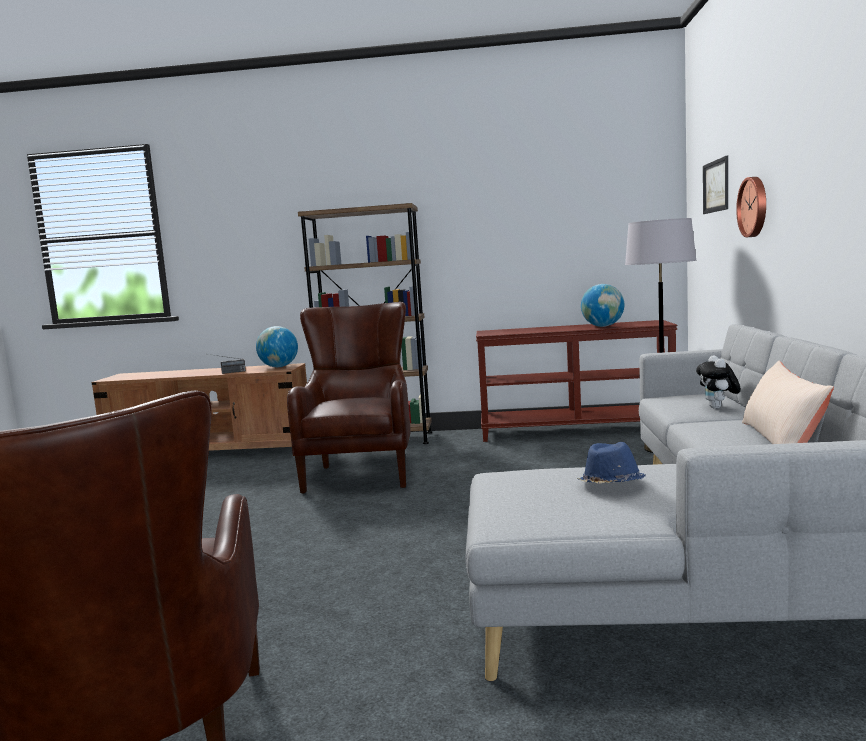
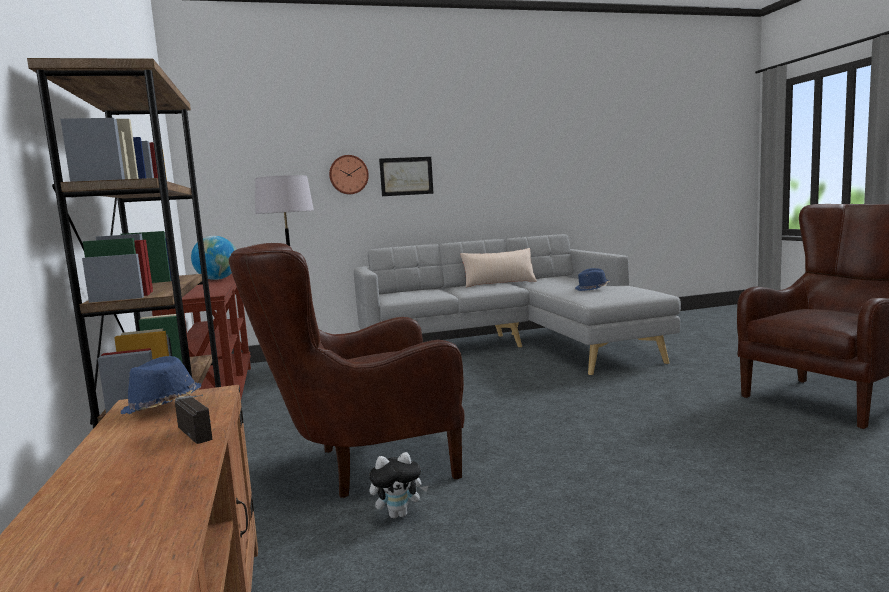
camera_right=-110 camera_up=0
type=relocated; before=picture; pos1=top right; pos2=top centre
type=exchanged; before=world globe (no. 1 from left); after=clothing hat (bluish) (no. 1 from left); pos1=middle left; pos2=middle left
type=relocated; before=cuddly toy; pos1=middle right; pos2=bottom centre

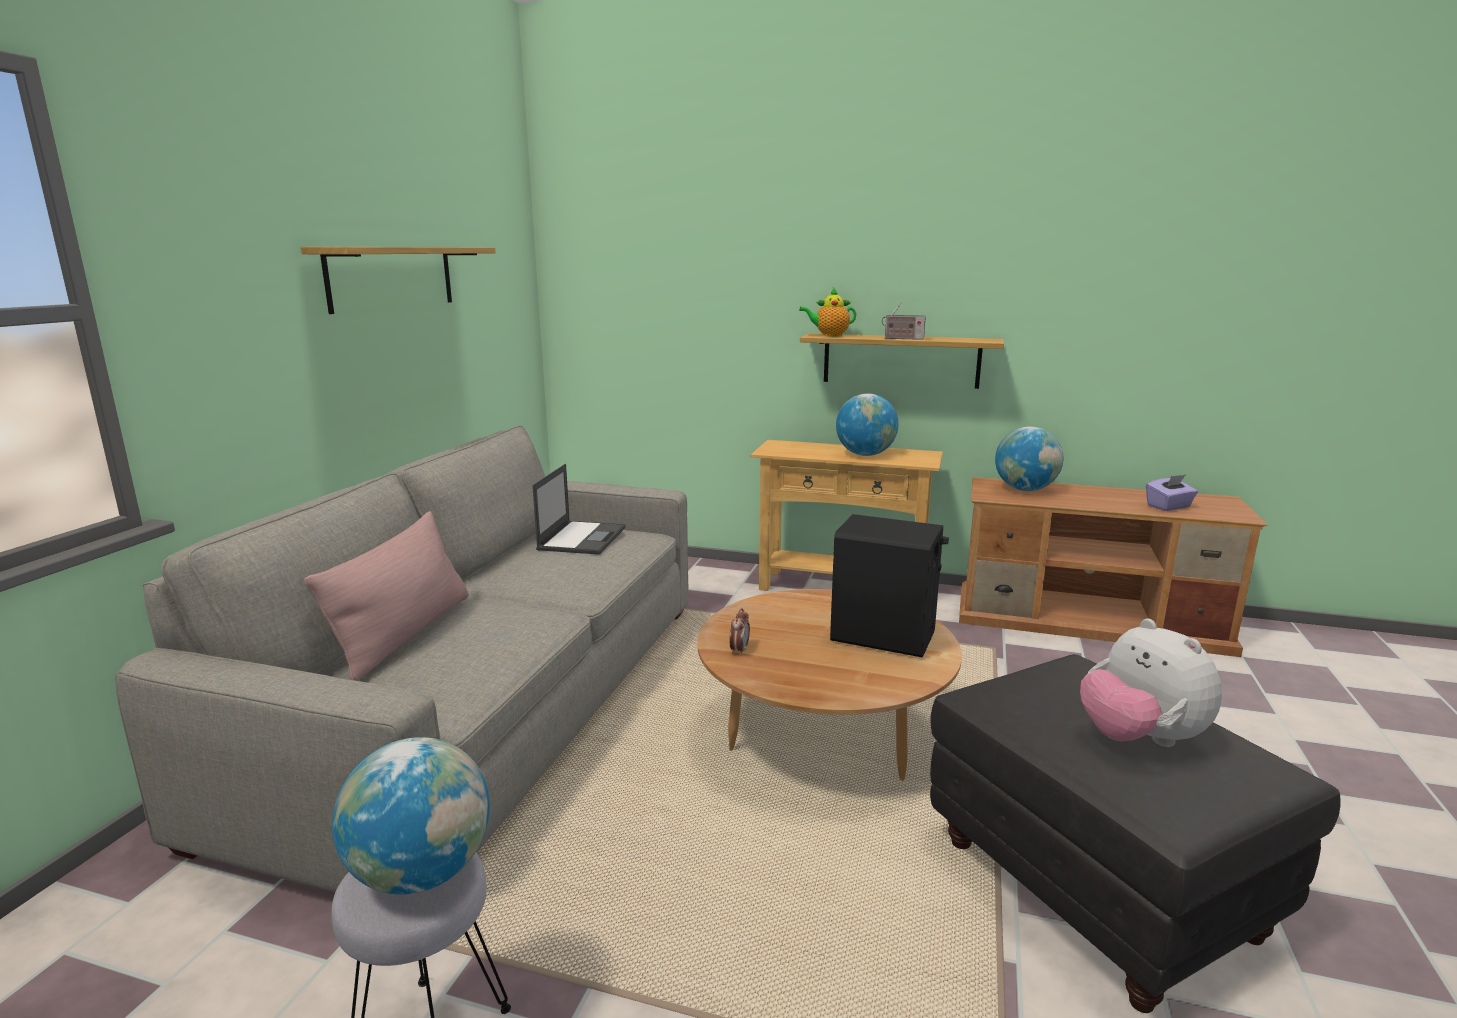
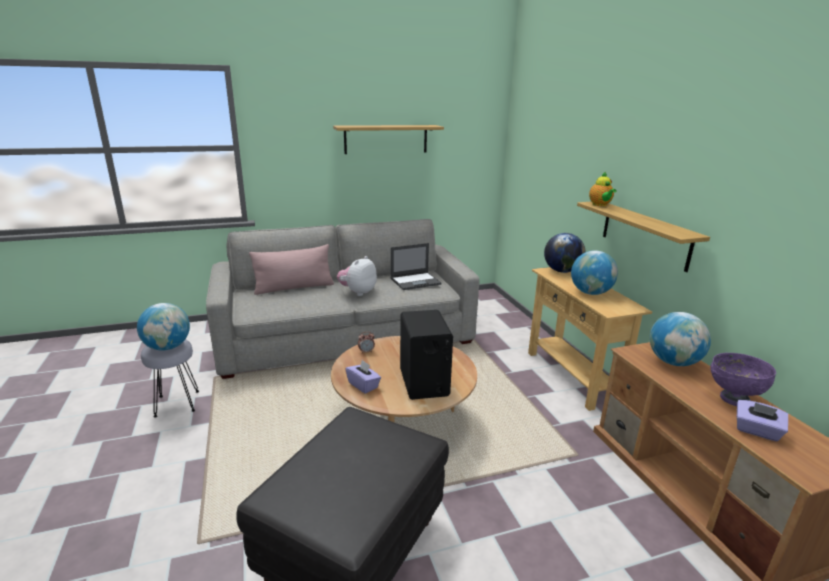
camera_right=55 camera_up=5
type=spun; before=teapot; pos1=top centre; pos2=top right; turn=-150
type=missing; before=radio; pos1=top centre
type=relocated; before=cuddly toy; pos1=bottom right; pos2=centre
type=appeared; after=world globe (no. 2 from left); pos2=middle right
type=appeared; after=serving bowl (purplish); pos2=middle right
type=appeared; after=tissue box (purplish) (no. 1 from left); pos2=centre

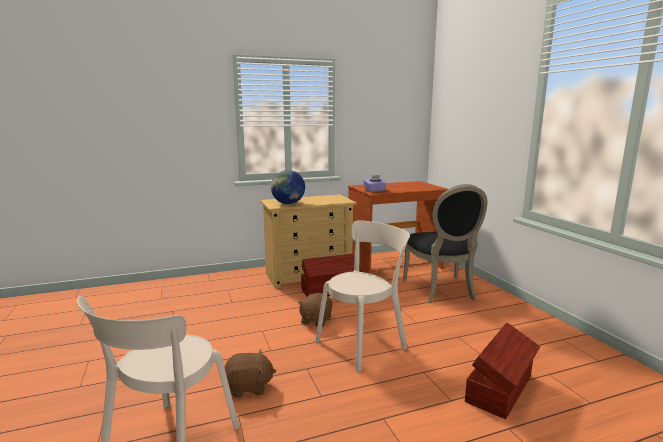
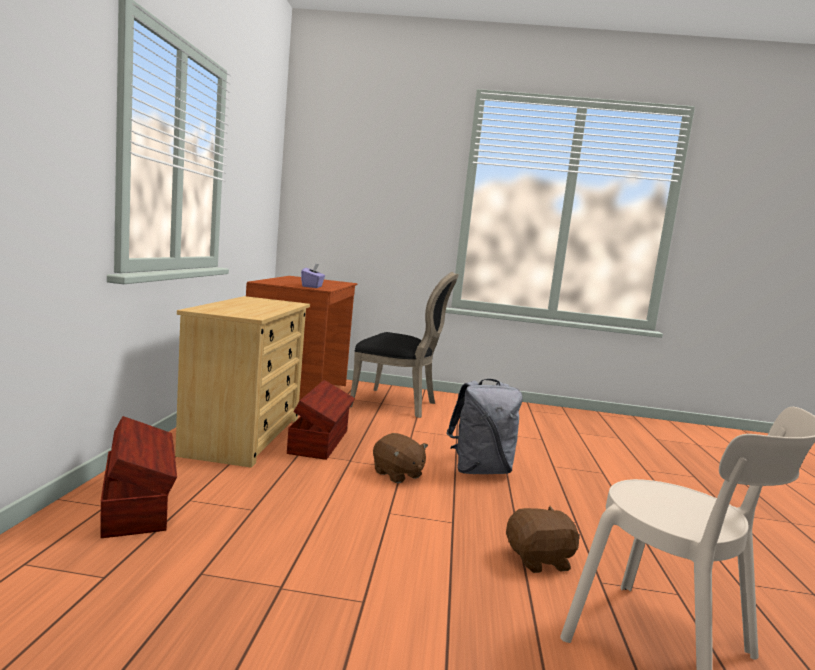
camera_right=-65 camera_up=-5
type=missing; before=world globe; pos1=centre
type=exchanged; before=plain chair (beige-coloured) (no. 2 from left); after=rucksack (gray); pos1=bottom centre; pos2=centre
type=relocated; before=storage container (brown) (no. 2 from left in the first image); after=storage container (brown) (no. 1 from left); pos1=bottom right; pos2=bottom left
type=spun; before=cuddly toy (brown) (no. 1 from left in the first image); pos1=bottom centre; pos2=bottom centre; turn=60

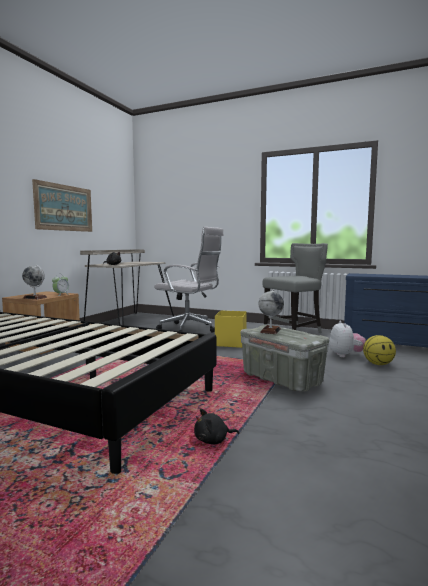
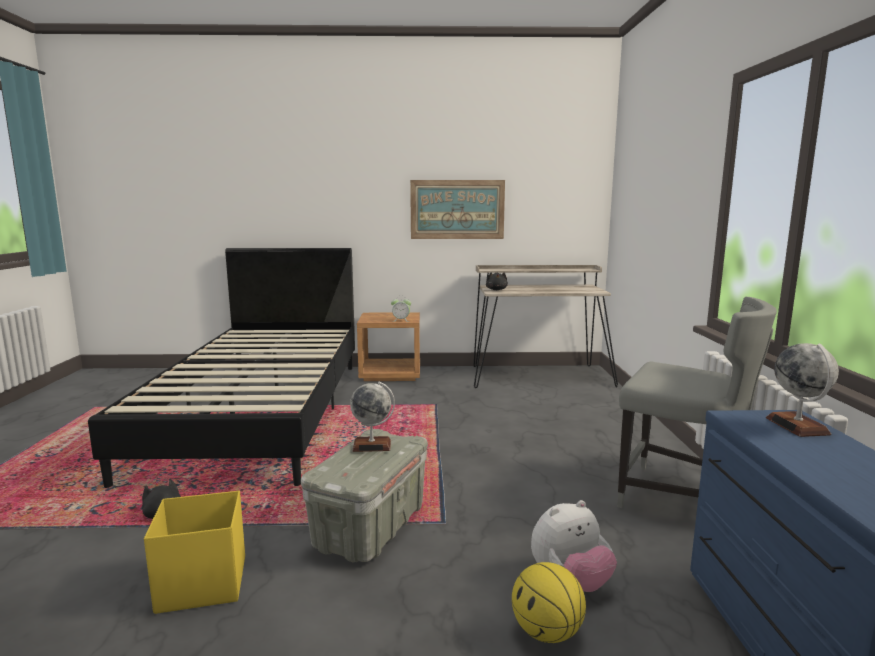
camera_right=65 camera_up=5
type=missing; before=computer chair (white); pos1=centre
type=relocated; before=world globe (no. 1 from left in the first image); after=world globe (no. 2 from left); pos1=middle left; pos2=middle right
type=relocated; before=storage container (yellow-coloured); pos1=centre; pos2=bottom left

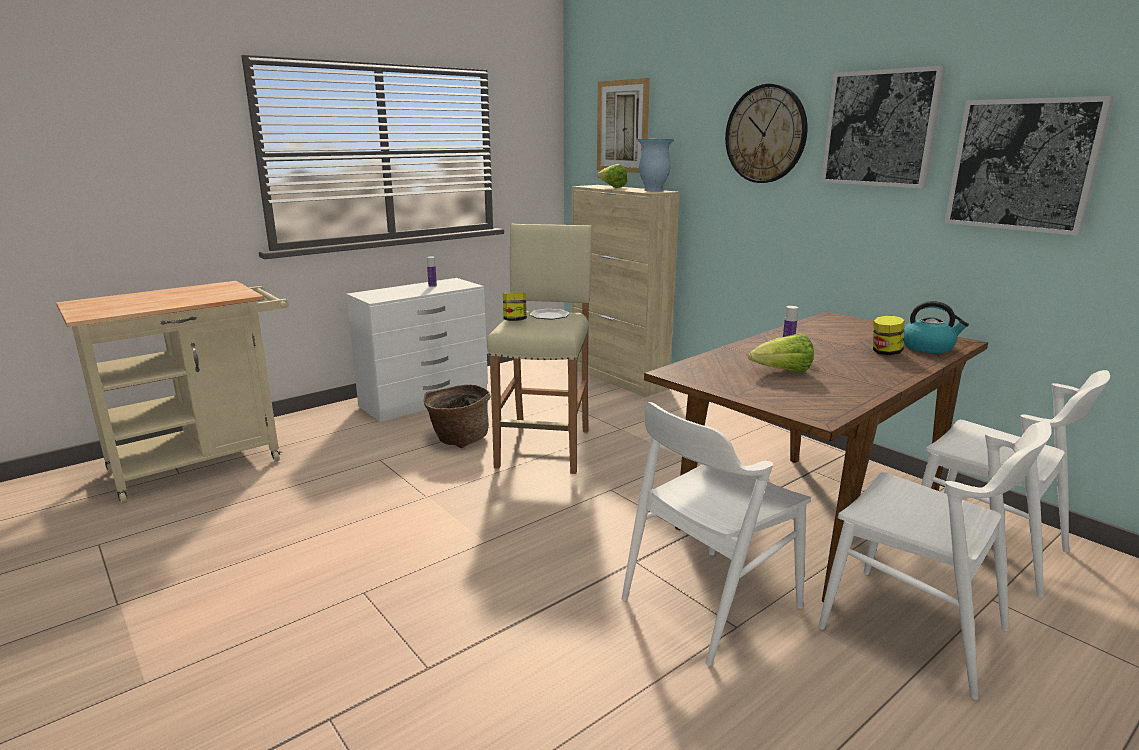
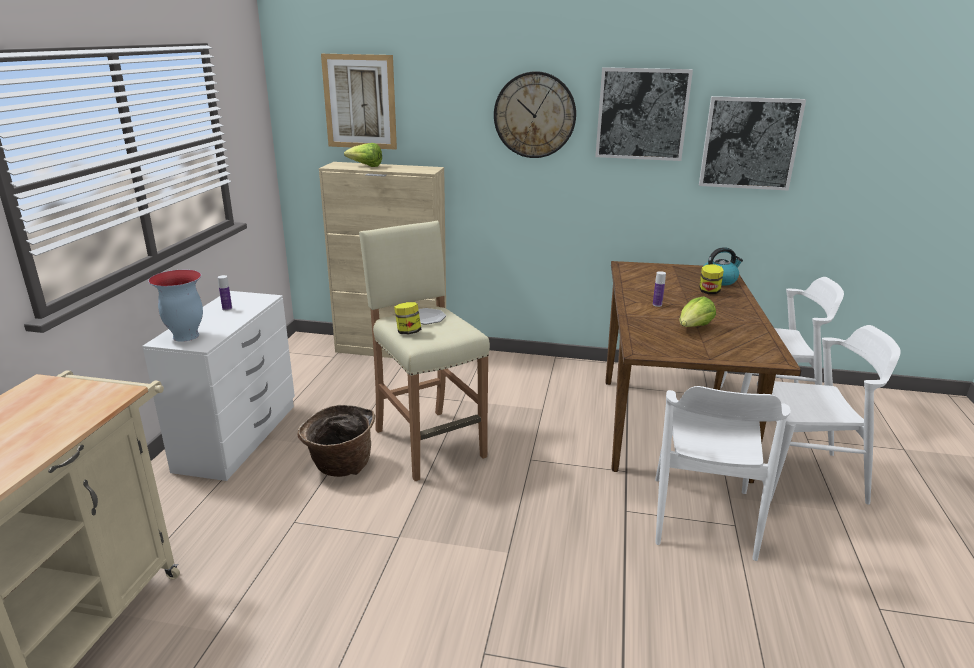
camera_right=-40 camera_up=5
type=relocated; before=decorative vase; pos1=top centre; pos2=middle left

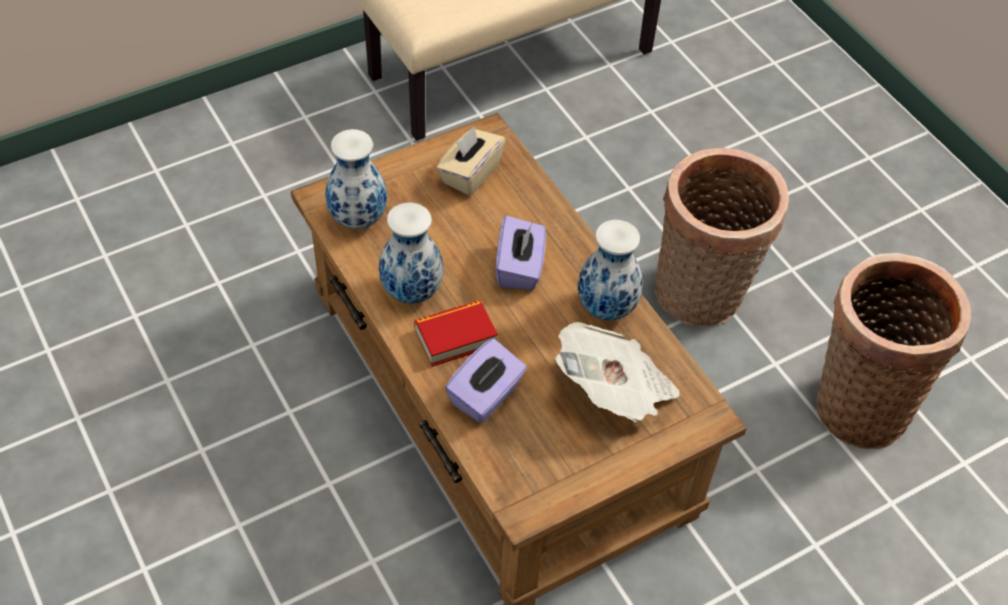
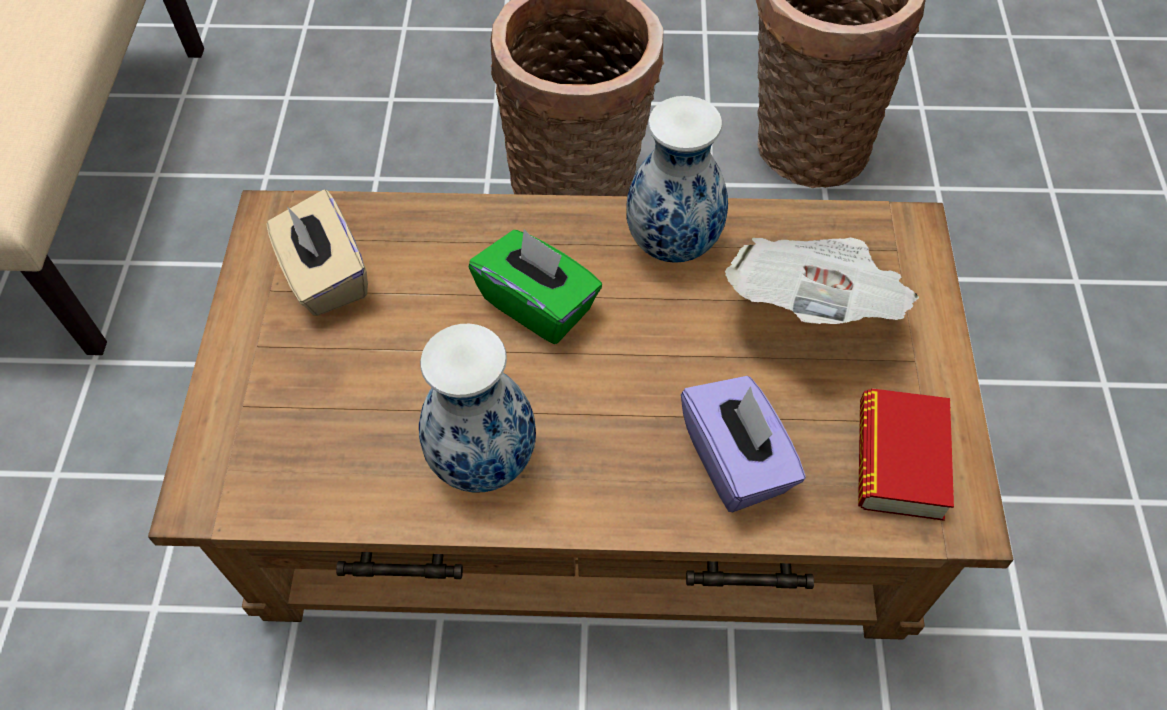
camera_right=-55 camera_up=5
type=missing; before=decorative vase (no. 1 from left); pos1=top centre
type=colour; before=tissue box (purplish) (no. 2 from left); after=tissue box (greenish); pos1=centre; pos2=centre
type=relocated; before=book; pos1=centre; pos2=middle right

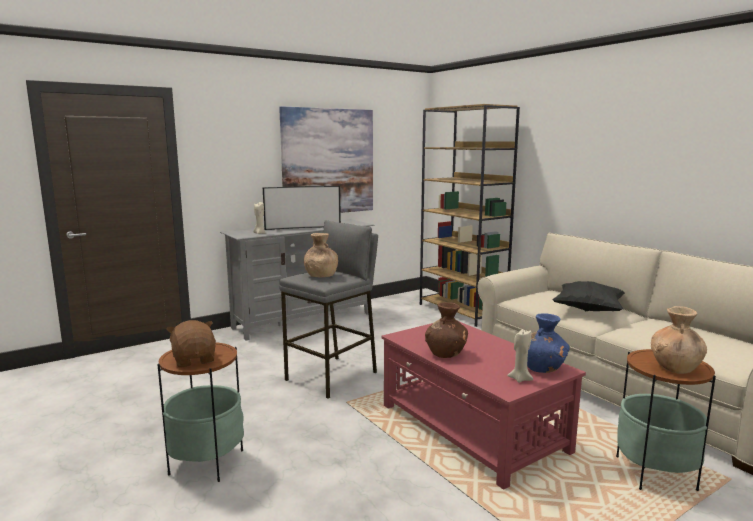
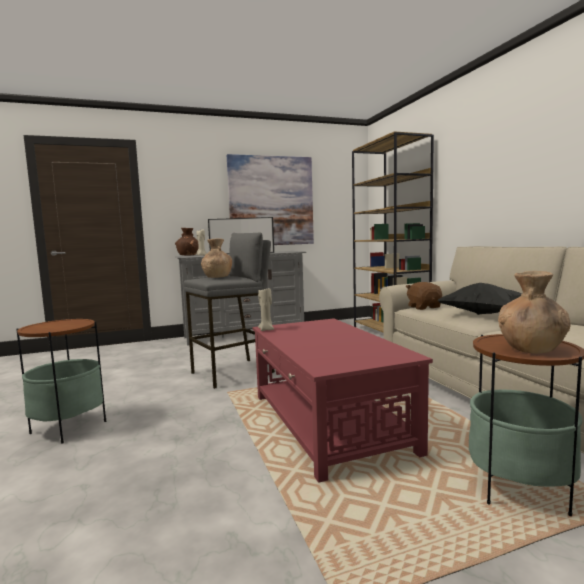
camera_right=15 camera_up=-5
type=relocated; before=decorative vase (brown) (no. 2 from left in the first image); after=decorative vase (brown) (no. 1 from left); pos1=centre; pos2=middle left
type=missing; before=decorative vase (bluish); pos1=middle right
type=relocated; before=cuddly toy (brown); pos1=middle left; pos2=middle right
type=relocated; before=candle (beige-coloured) (no. 2 from left); pos1=bottom right; pos2=centre

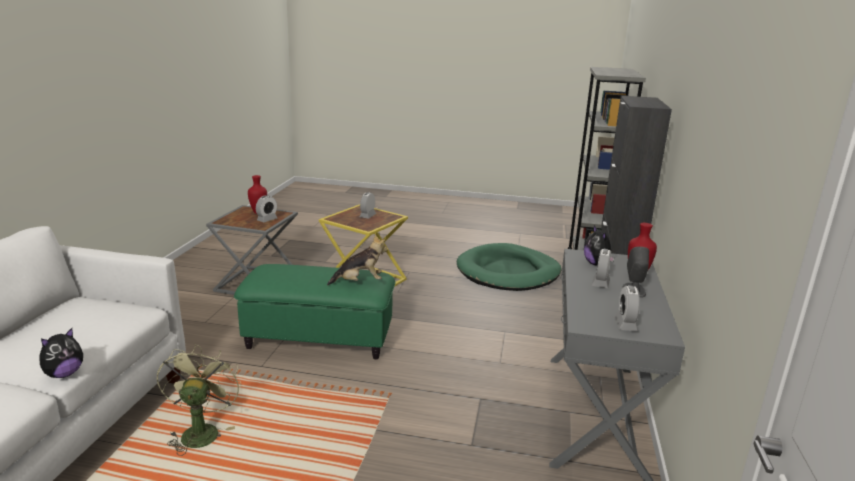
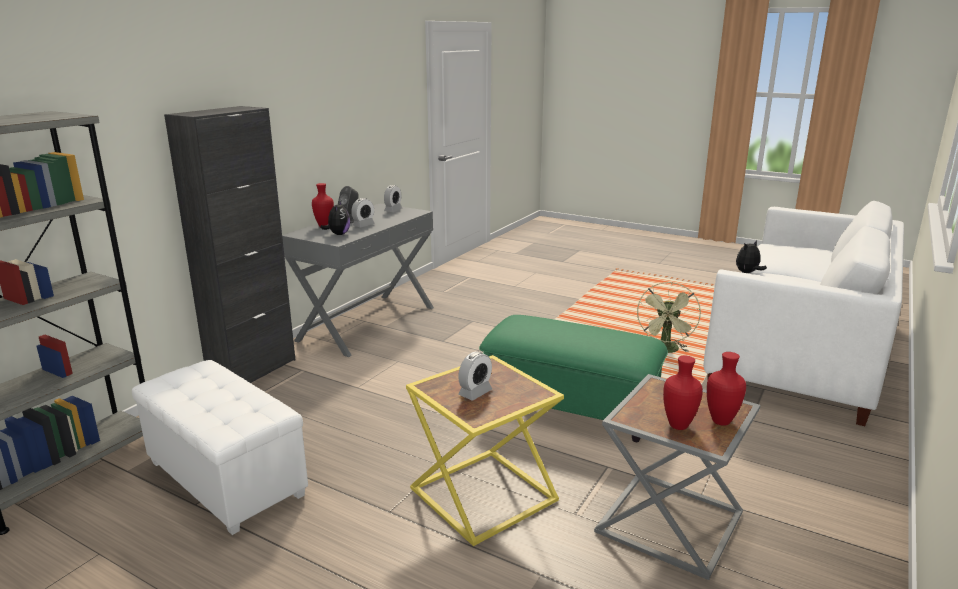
camera_right=-160 camera_up=0
type=missing; before=table clock (no. 1 from left); pos1=middle left
type=missing; before=cuddly toy (no. 2 from left); pos1=centre
type=exchanged; before=dog cushion (greenish); after=pouffe (white); pos1=centre; pos2=bottom left
type=appeared; after=decorative vase (red) (no. 3 from left); pos2=middle right

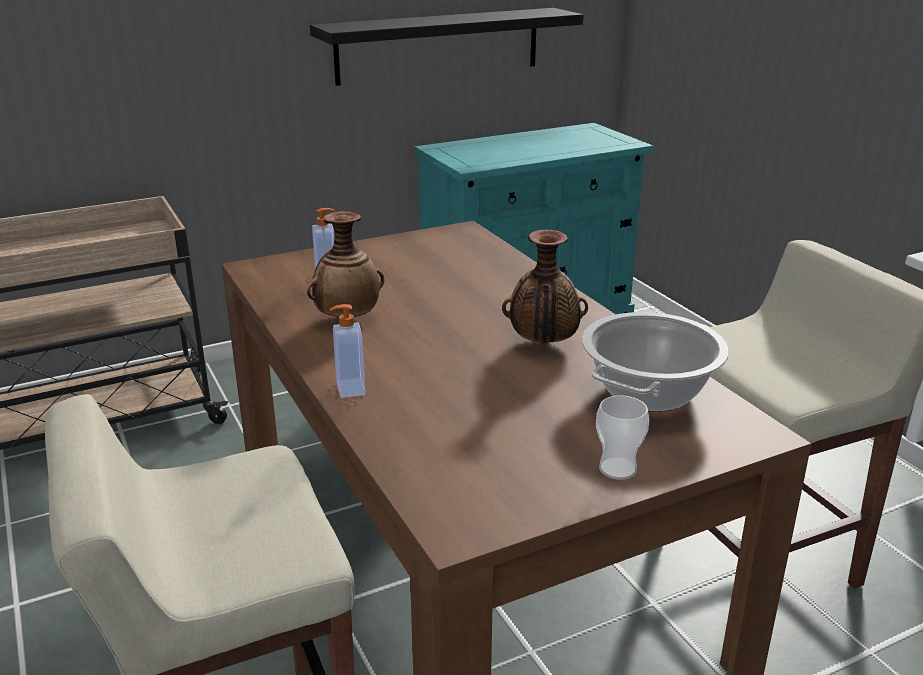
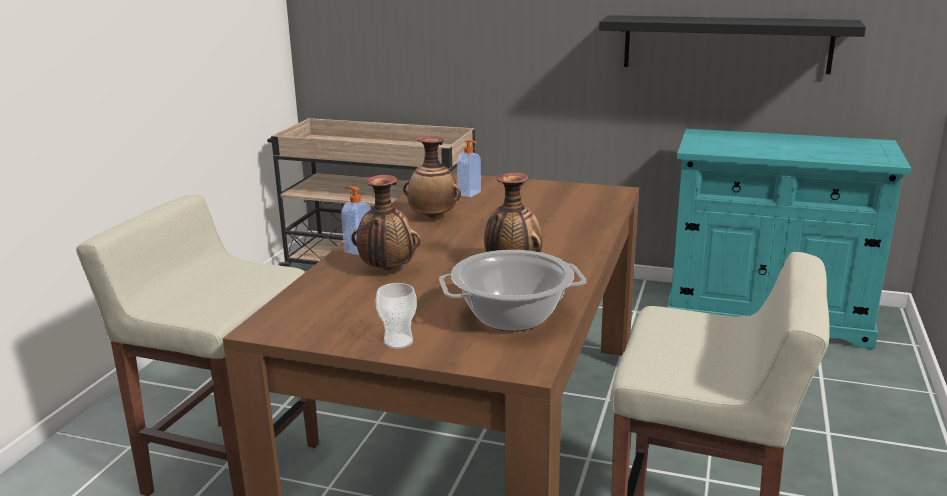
camera_right=45 camera_up=-5
type=appeared; after=decorative vase (no. 1 from left); pos2=centre

